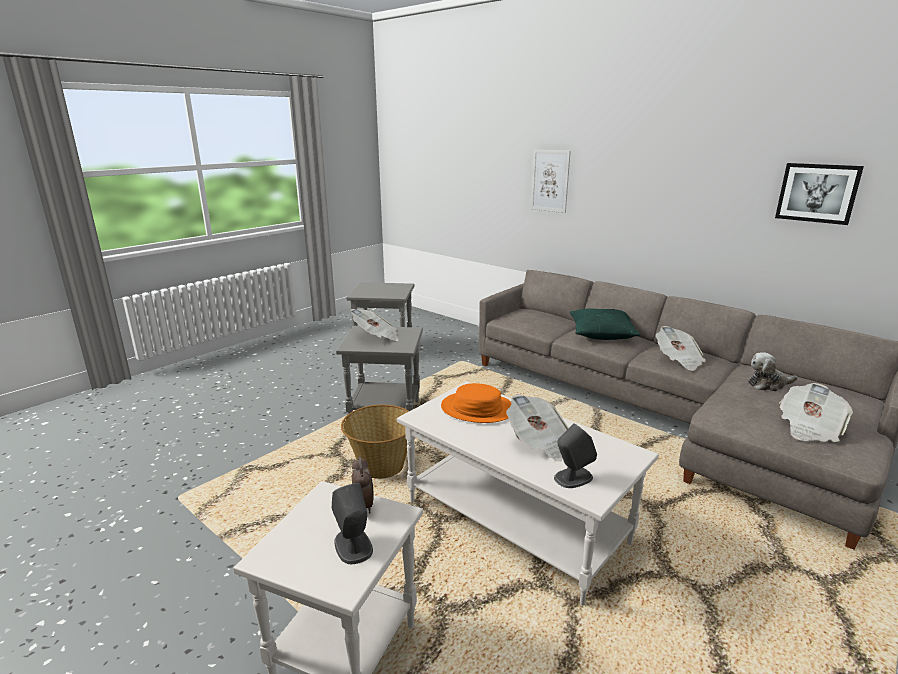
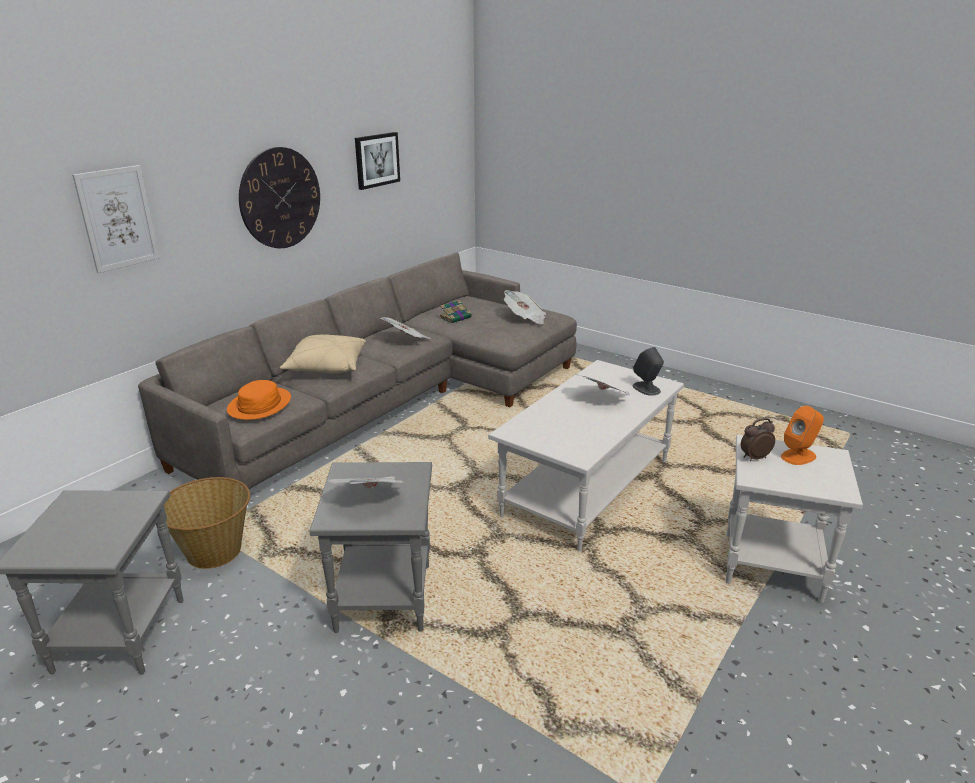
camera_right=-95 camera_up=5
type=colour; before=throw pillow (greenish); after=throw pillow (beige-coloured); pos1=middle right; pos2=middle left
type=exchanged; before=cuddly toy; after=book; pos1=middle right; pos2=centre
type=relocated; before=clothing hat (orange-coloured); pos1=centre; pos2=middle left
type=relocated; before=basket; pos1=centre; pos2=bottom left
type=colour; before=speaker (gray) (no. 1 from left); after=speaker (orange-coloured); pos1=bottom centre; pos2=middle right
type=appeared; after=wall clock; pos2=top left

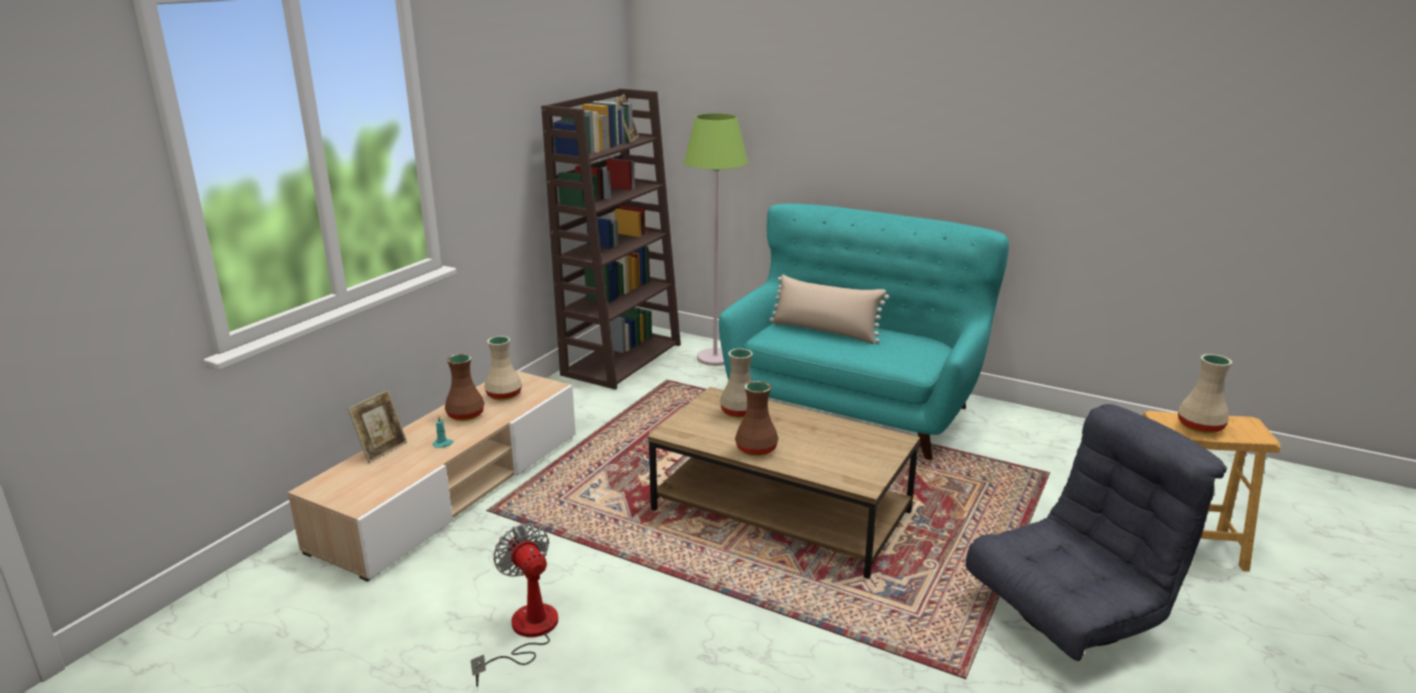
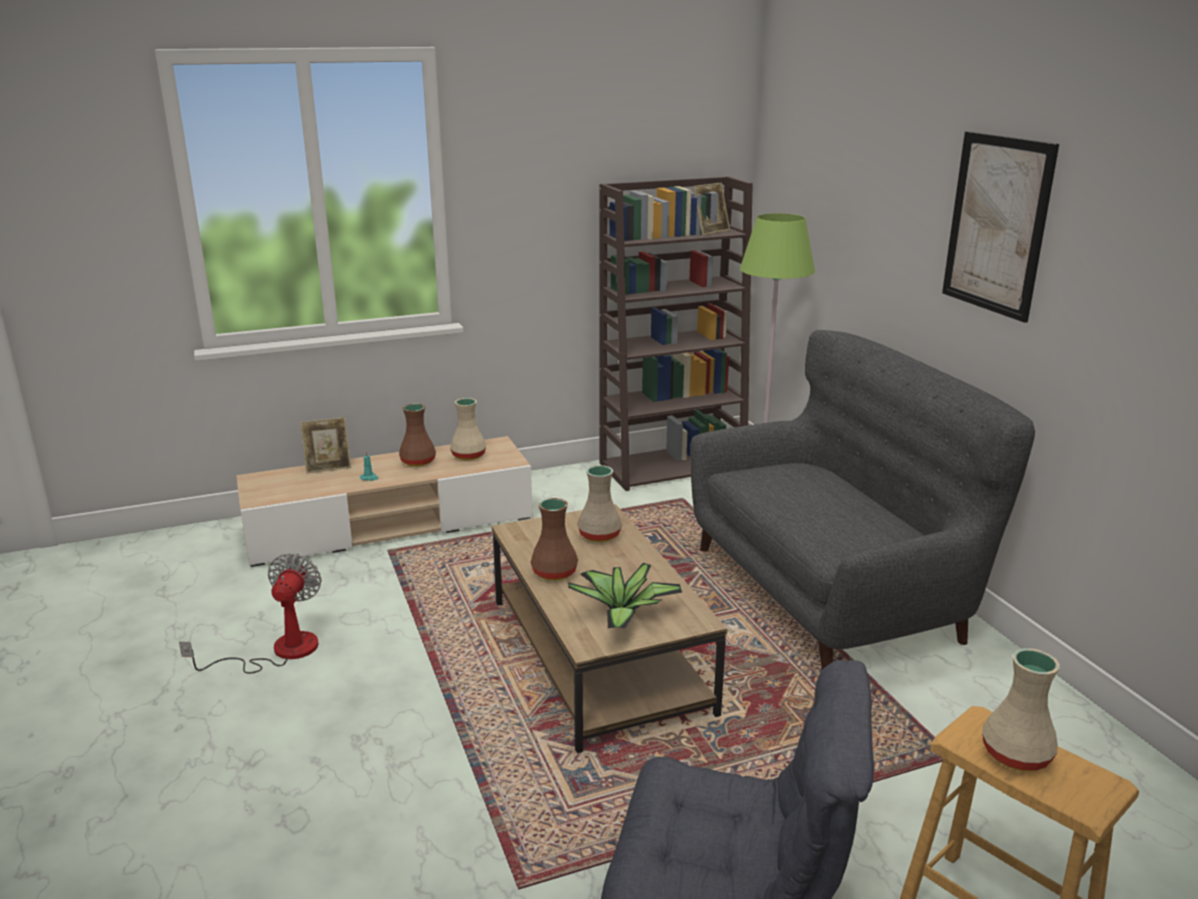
camera_right=40 camera_up=0
type=colour; before=settee (blue-green); after=settee (gray); pos1=centre; pos2=middle right
type=missing; before=throw pillow (beige-coloured); pos1=centre
type=appeared; after=picture; pos2=top right
type=appeared; after=potted plant; pos2=centre

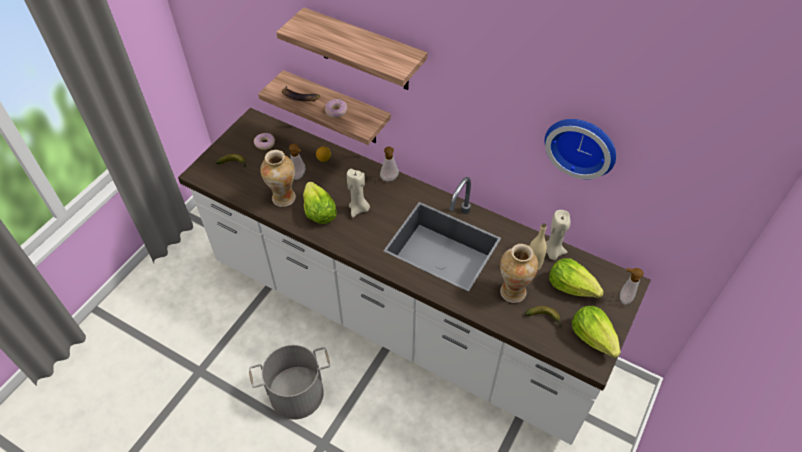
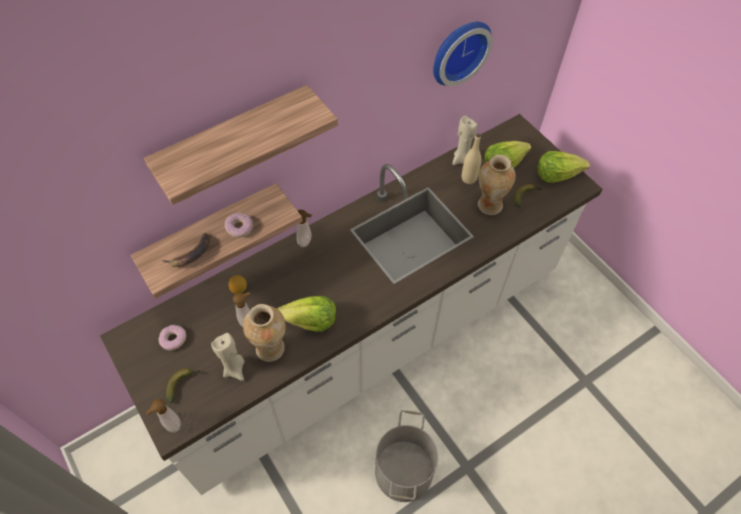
camera_right=-65 camera_up=5
type=relocated; before=candle (beige-coloured) (no. 1 from left); pos1=centre; pos2=bottom left
type=relocated; before=soap bottle (no. 3 from left in the first image); after=soap bottle (no. 1 from left); pos1=middle right; pos2=bottom left

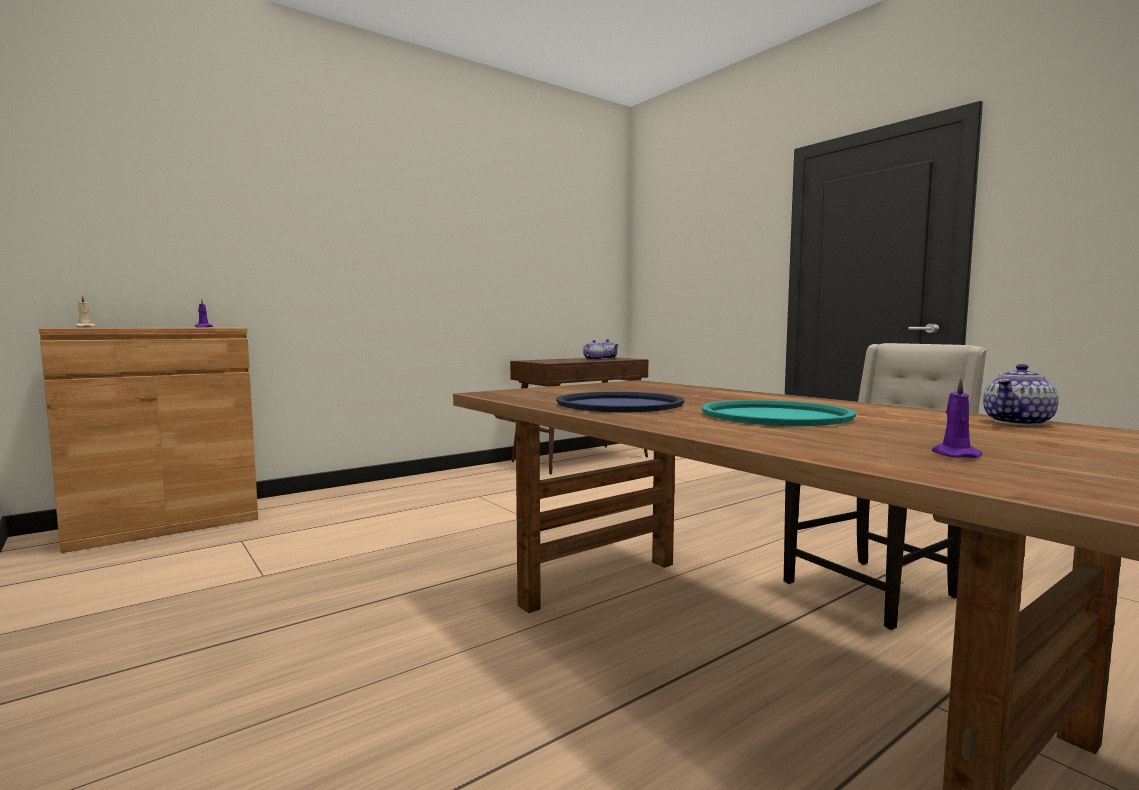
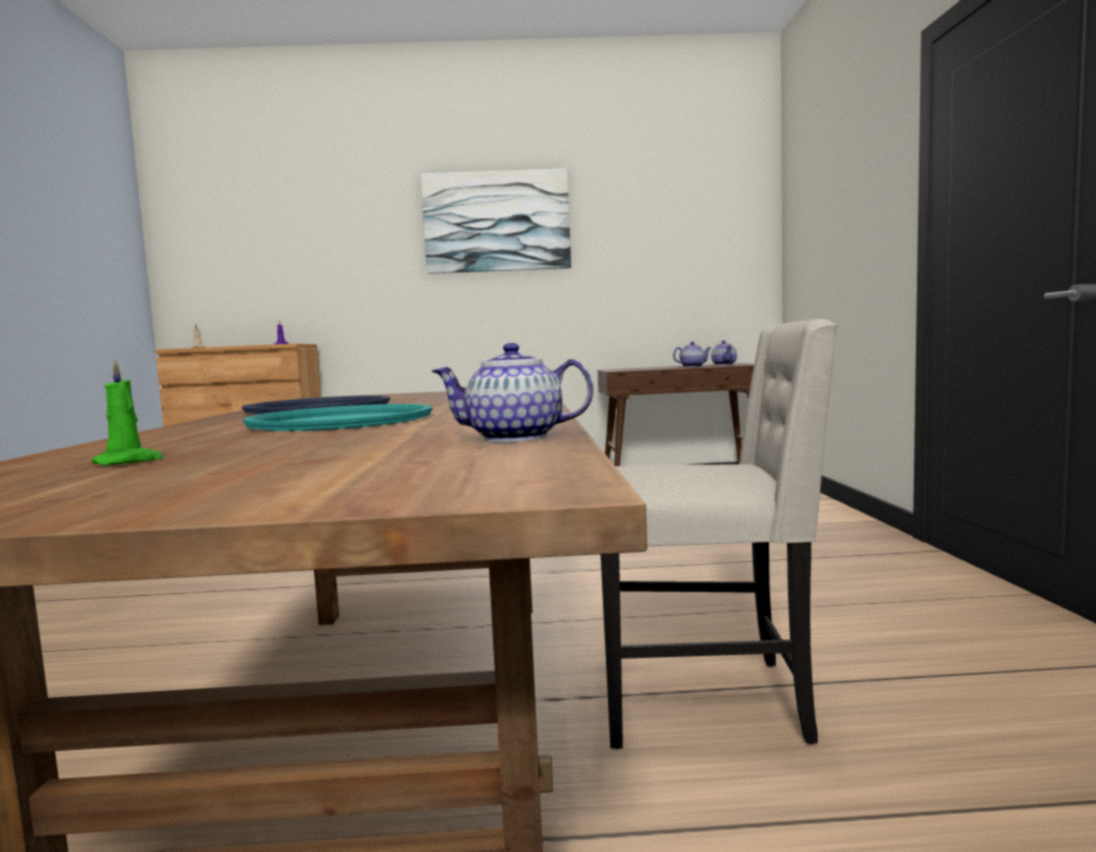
camera_right=35 camera_up=0
type=colour; before=candle (purplish) (no. 2 from left); after=candle (greenish); pos1=middle right; pos2=middle left
type=appeared; after=picture; pos2=top centre

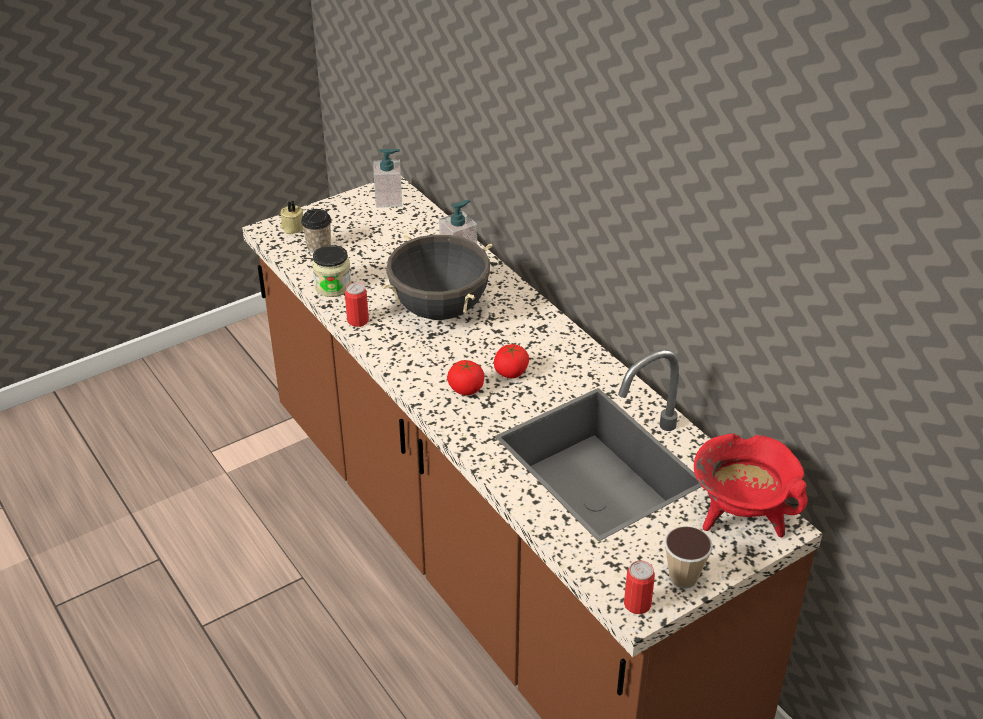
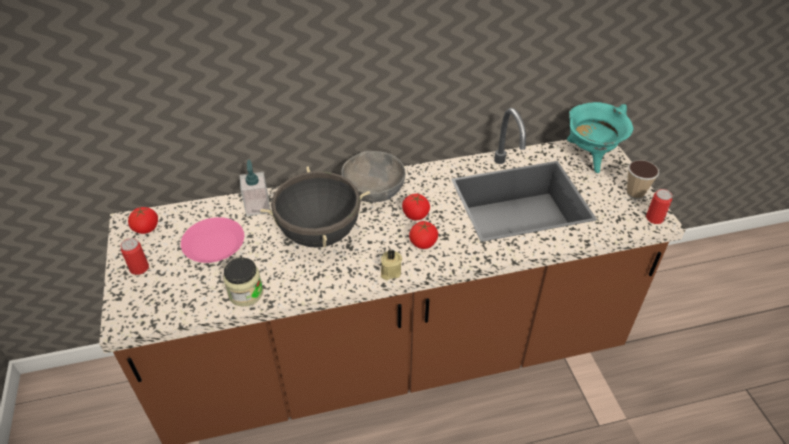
camera_right=-70 camera_up=5
type=exchanged; before=soap bottle (no. 1 from left); after=whole tomato (no. 1 from left); pos1=top centre; pos2=middle left
type=relocated; before=candle (beige-coloured); pos1=top left; pos2=centre
type=missing; before=cup (no. 1 from left); pos1=top left
type=relocated; before=can (no. 1 from left); pos1=centre; pos2=middle left
type=colour; before=saucepot (red); after=saucepot (blue-green); pos1=bottom right; pos2=top right
type=appeared; after=serving bowl (gray); pos2=centre
type=appeared; after=dinner plate (pink); pos2=middle left

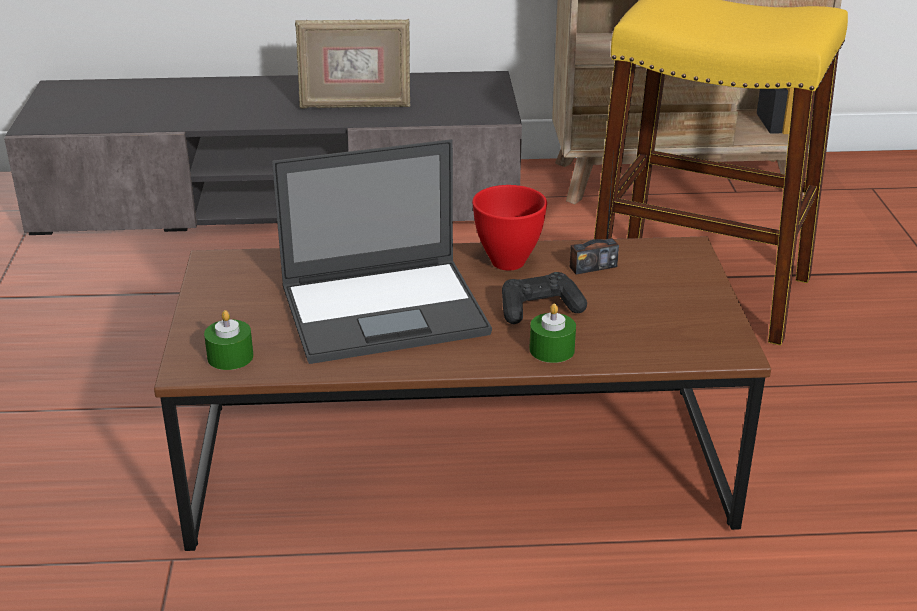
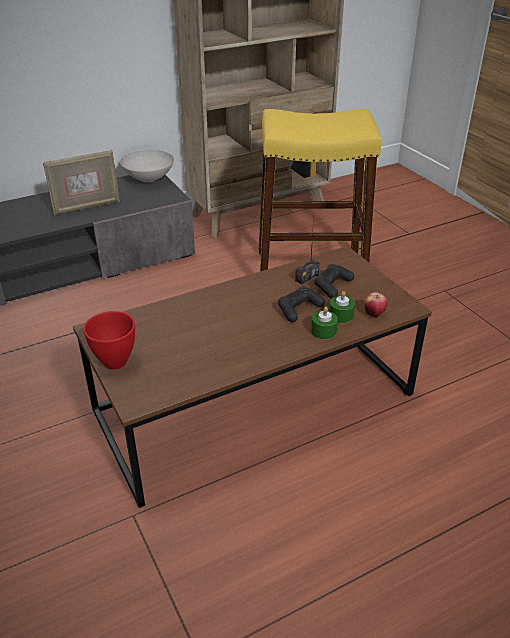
camera_right=-25 camera_up=5
type=missing; before=notebook computer; pos1=centre
type=relocated; before=serving bowl (red); pos1=centre; pos2=middle left
type=relocated; before=candle (greenish) (no. 1 from left in the first image); after=candle (greenish) (no. 2 from left); pos1=middle left; pos2=middle right
type=appeared; after=serving bowl (white); pos2=top left
type=appeared; after=game controller (blackish) (no. 2 from left); pos2=centre
type=appeared; after=apple fruit; pos2=middle right

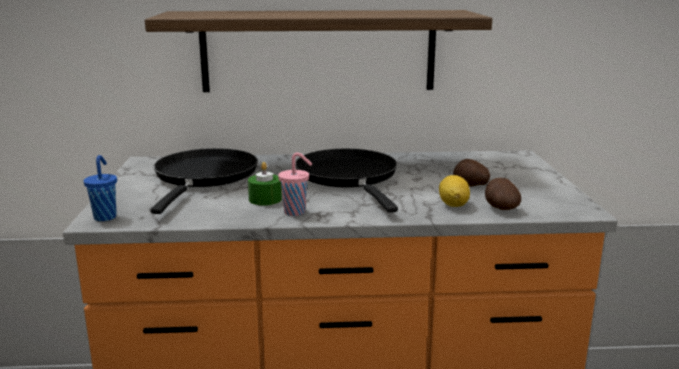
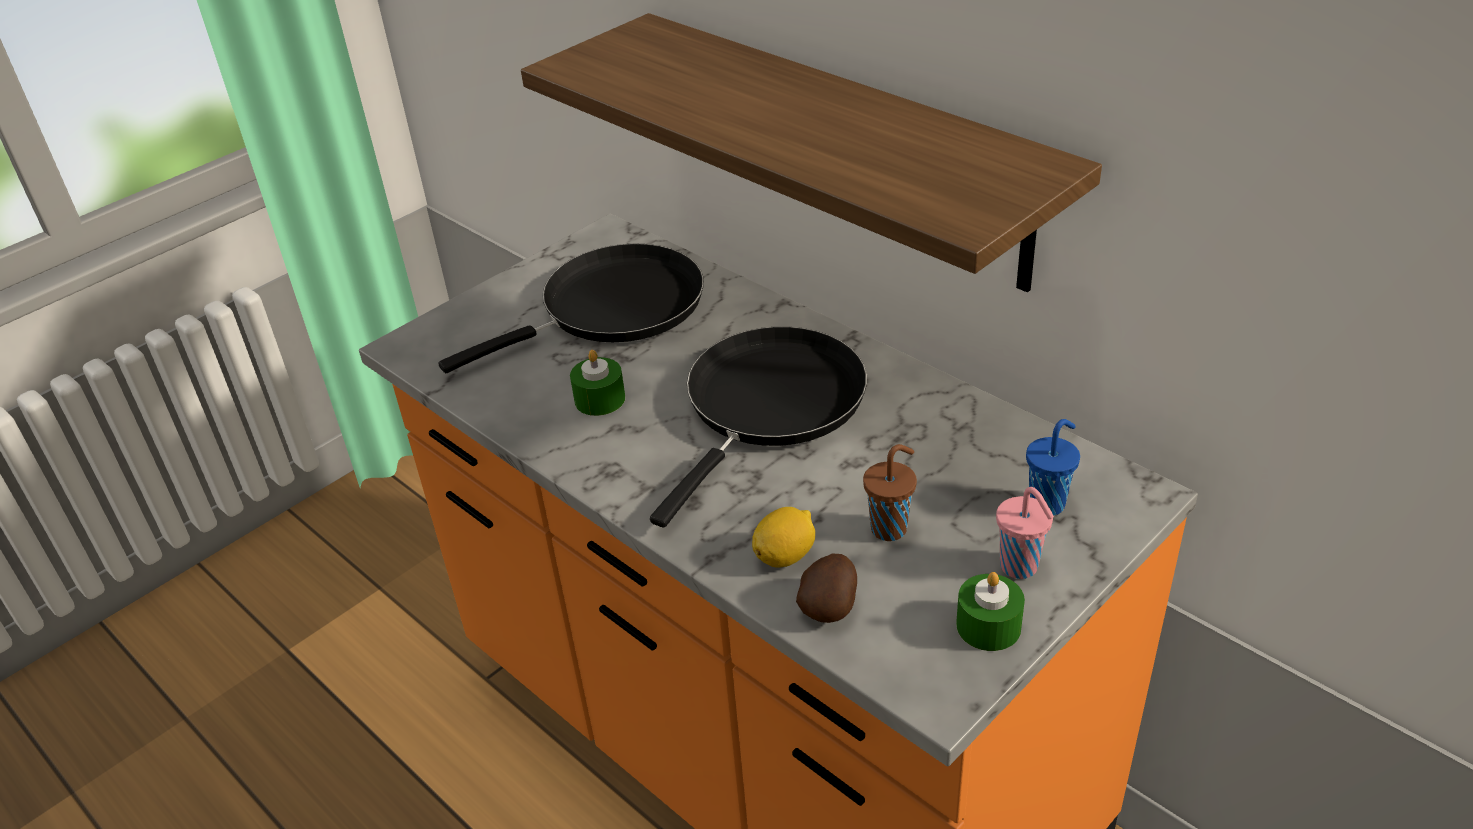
camera_right=50 camera_up=20
type=relocated; before=cup (pink); pos1=centre; pos2=middle right
type=relocated; before=cup (bluish); pos1=middle left; pos2=middle right
type=exchanged; before=whole potato (no. 1 from left); after=cup (brown); pos1=middle right; pos2=centre
type=appeared; after=candle (greenish) (no. 2 from left); pos2=bottom right

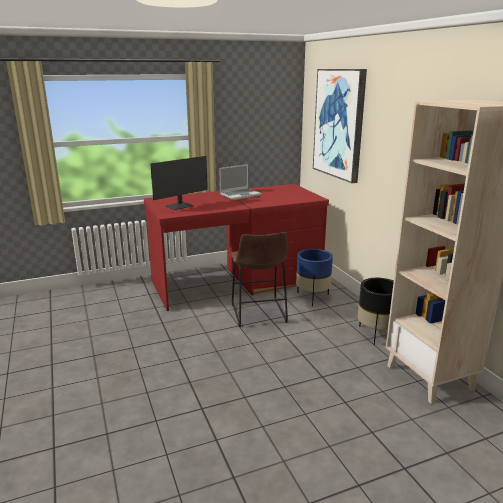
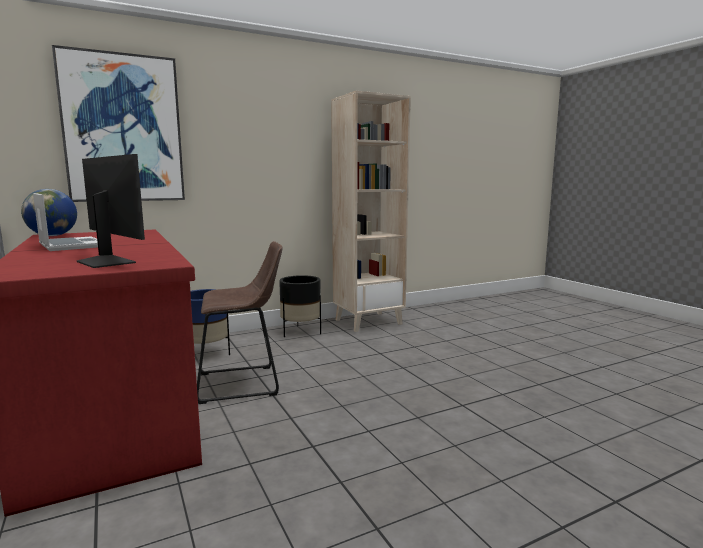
camera_right=-95 camera_up=-10
type=appeared; after=world globe; pos2=middle left

